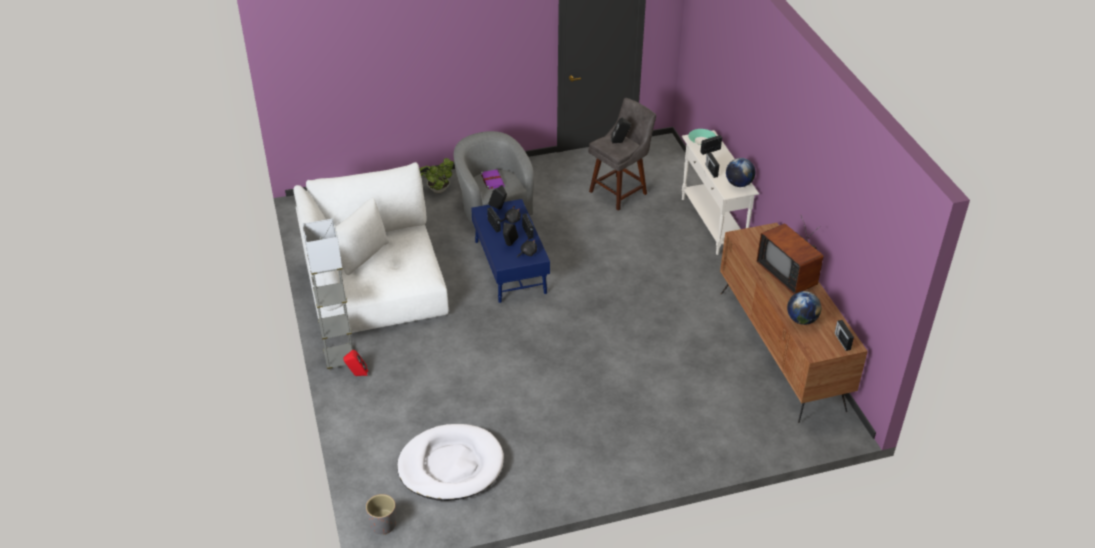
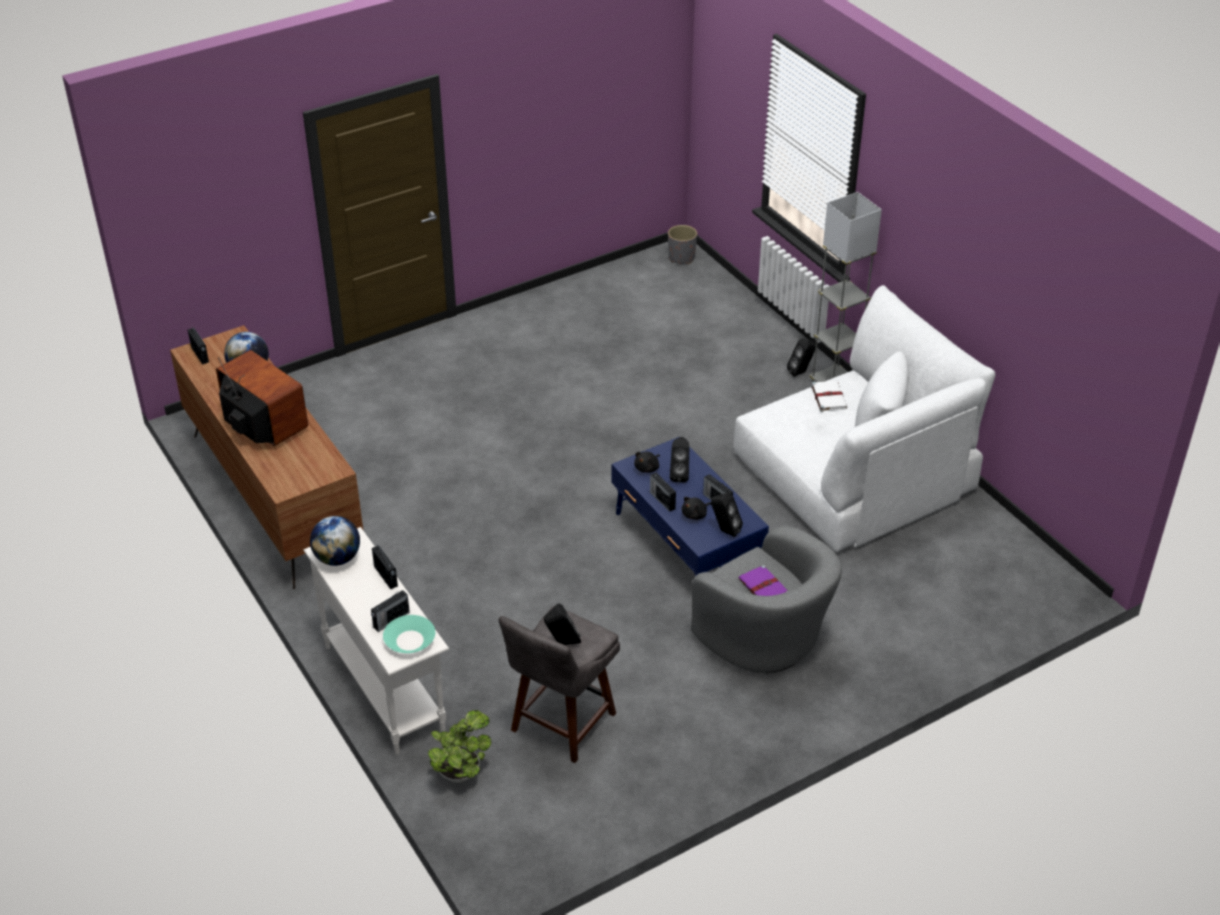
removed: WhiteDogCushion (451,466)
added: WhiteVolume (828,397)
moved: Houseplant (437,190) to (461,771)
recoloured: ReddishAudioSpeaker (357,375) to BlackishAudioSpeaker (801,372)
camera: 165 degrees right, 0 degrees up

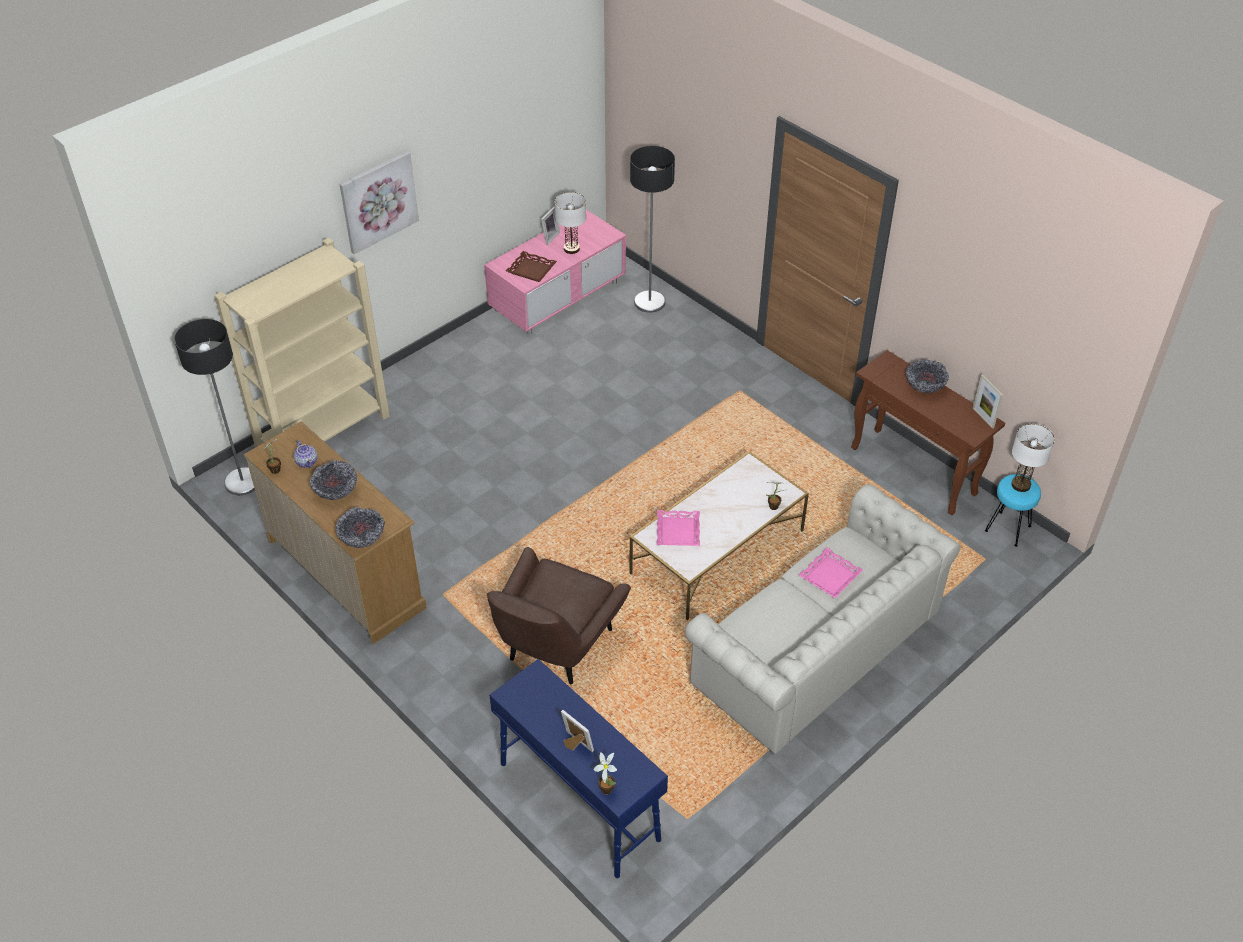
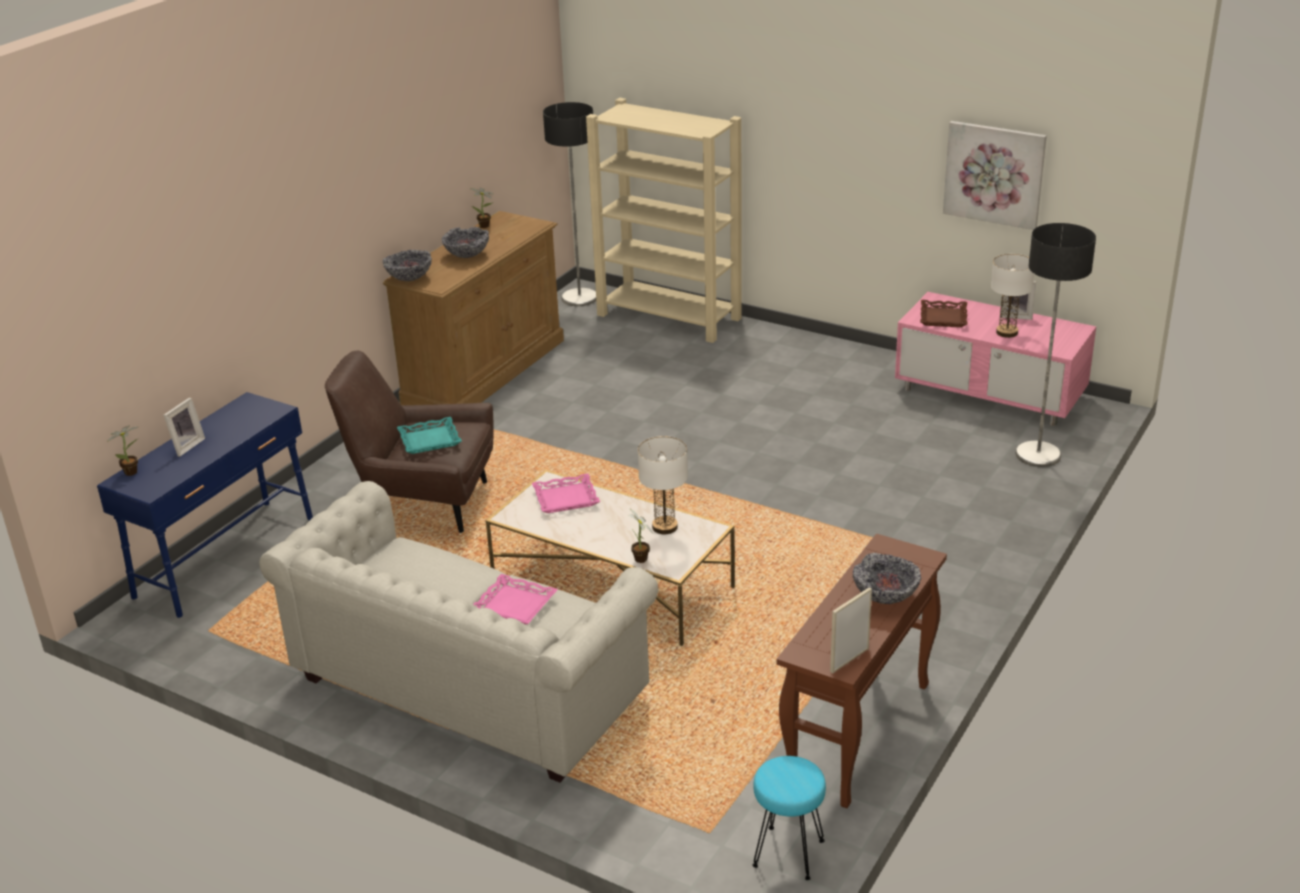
removed: TeaPot (307,462)
added: TurquoiseTray (429,440)
moved: WallArt (378,201) to (994,174); TableLamp (1021,484) to (665,527)
camera: 75 degrees right, 15 degrees down

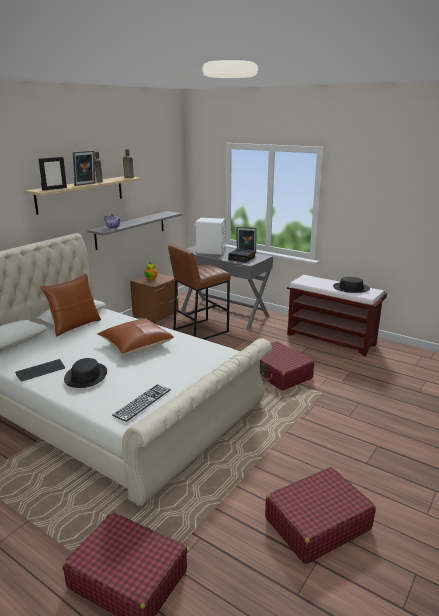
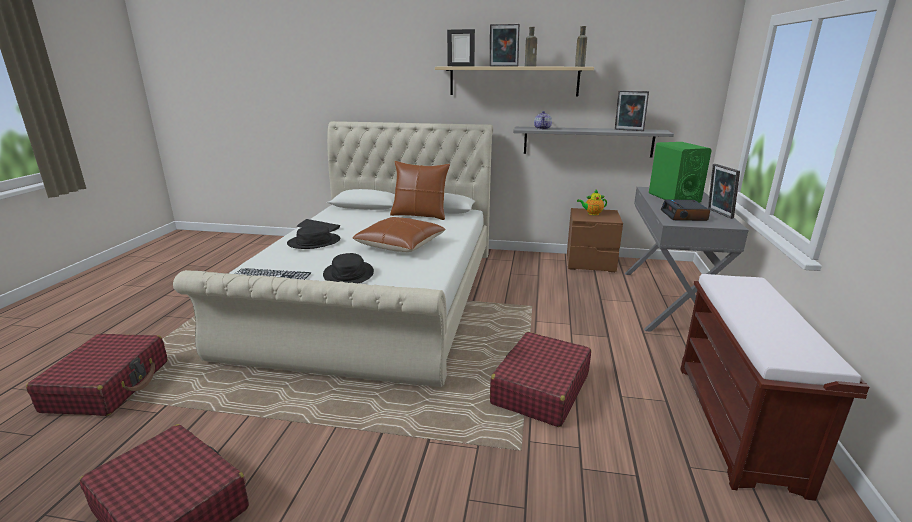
removed: BrownishStool (200,331)
added: PictureFrame (628,130)
moved: BlackishClothingHat (351,288) to (349,274)
recoloured: WhiteAudioSpeaker (210,252) to GreenishAudioSpeaker (673,198)
camera: 65 degrees right, 0 degrees up

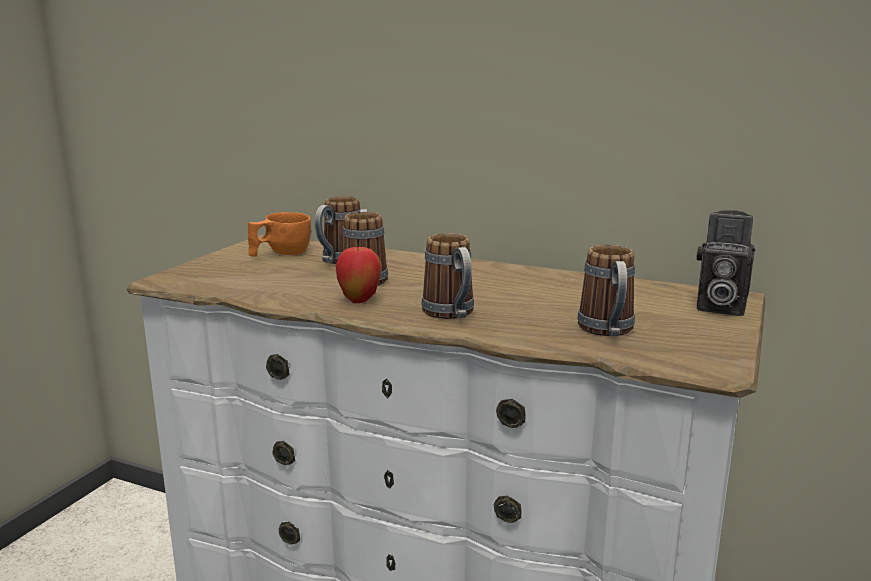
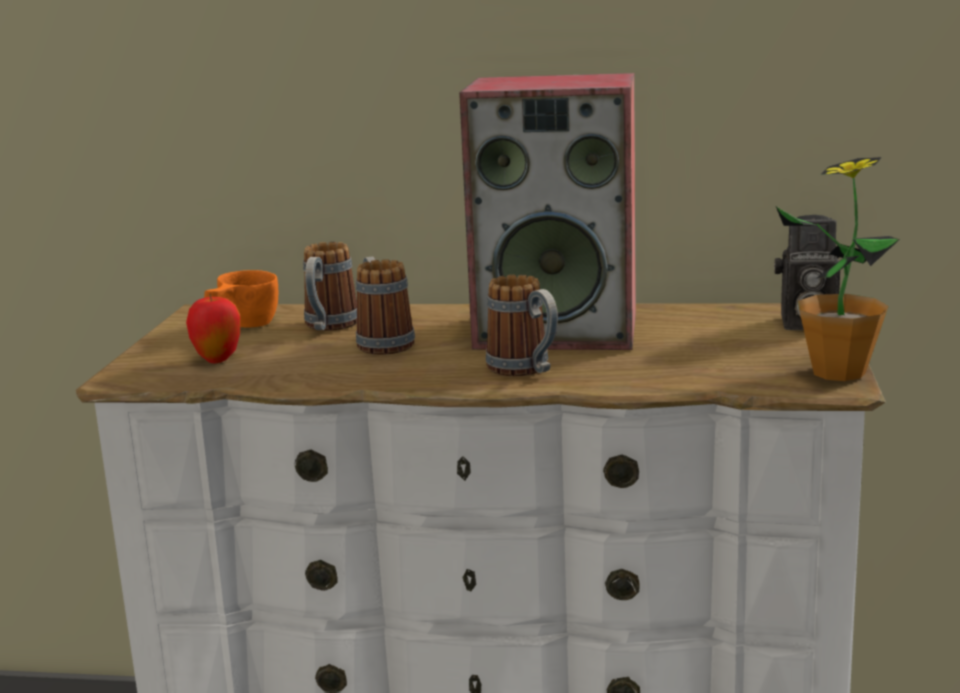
removed: Mug (608,331)
added: AudioSpeaker (559,330); Houseplant (838,372)
moved: AppleFruit (359,300) to (218,360)
camera: 15 degrees left, 0 degrees up

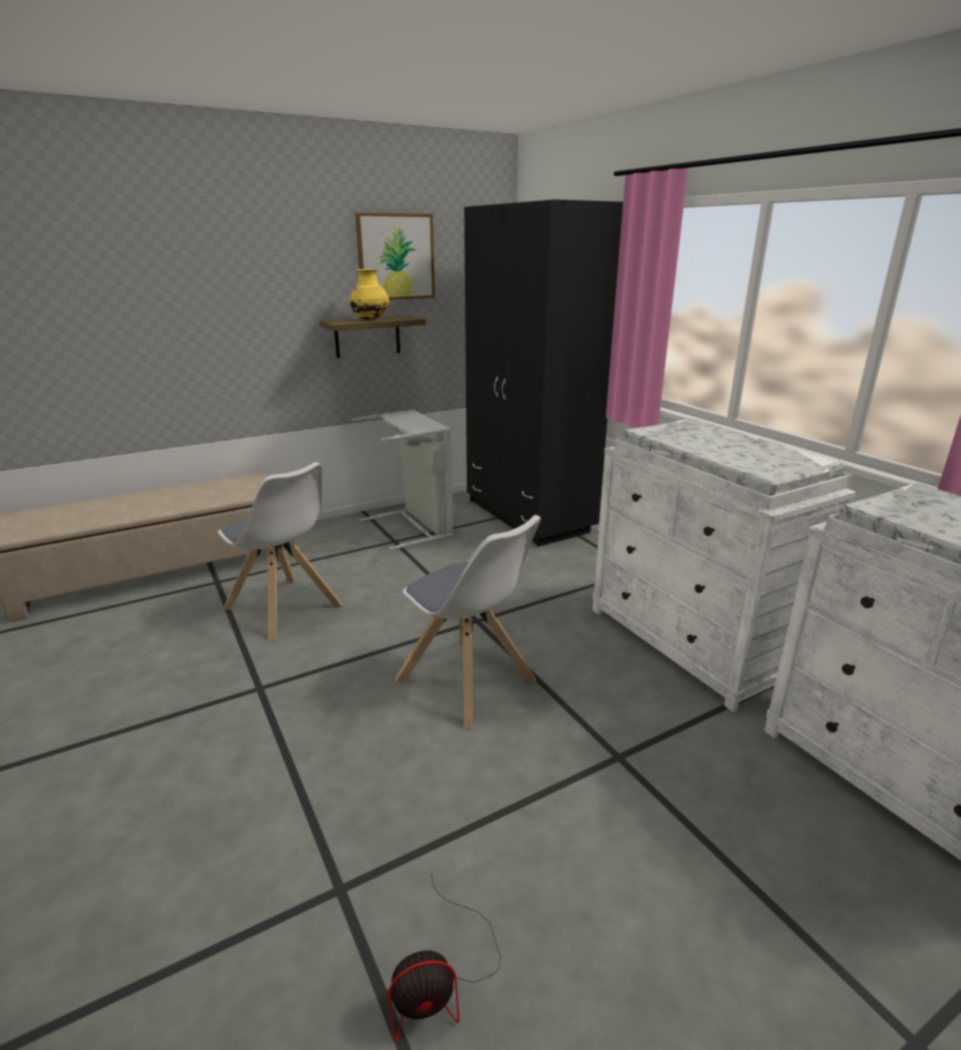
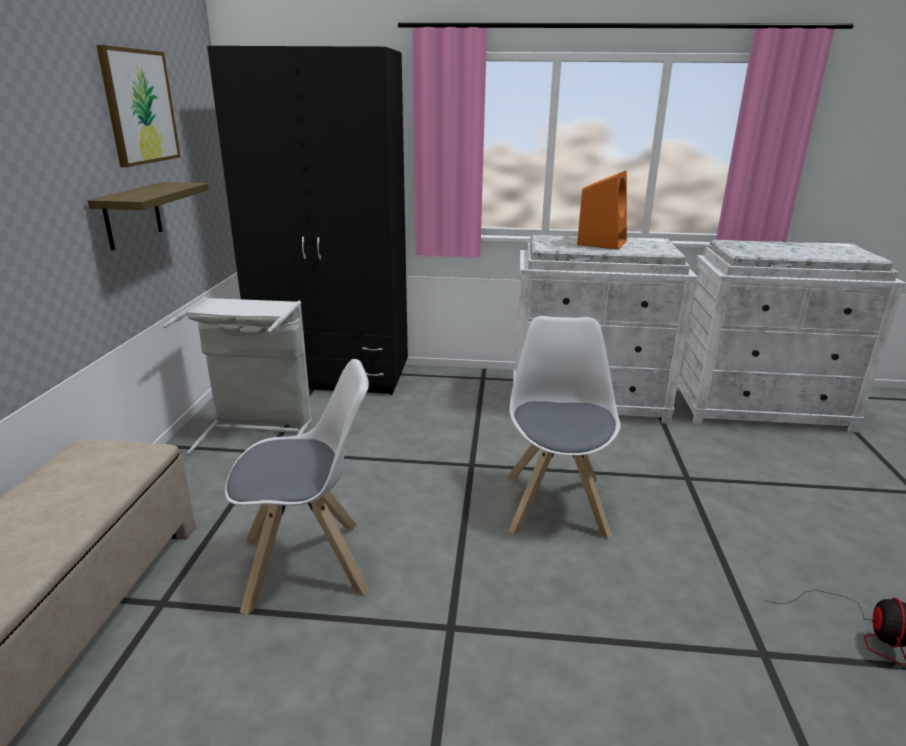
removed: YellowColouredVase (370,320)
added: OrangeyAudioSpeaker (602,243)
turned: PlainChair (468,682) = (555,502) 75 degrees counterclockwise
camera: 55 degrees left, 0 degrees up

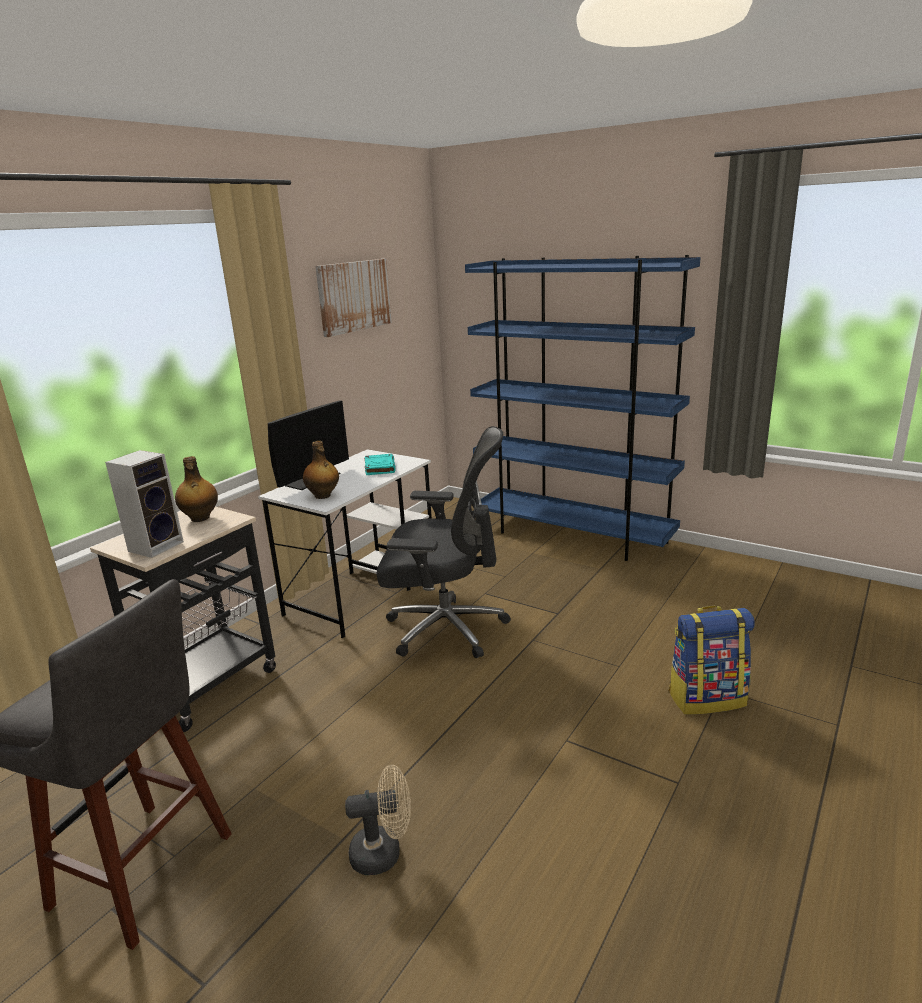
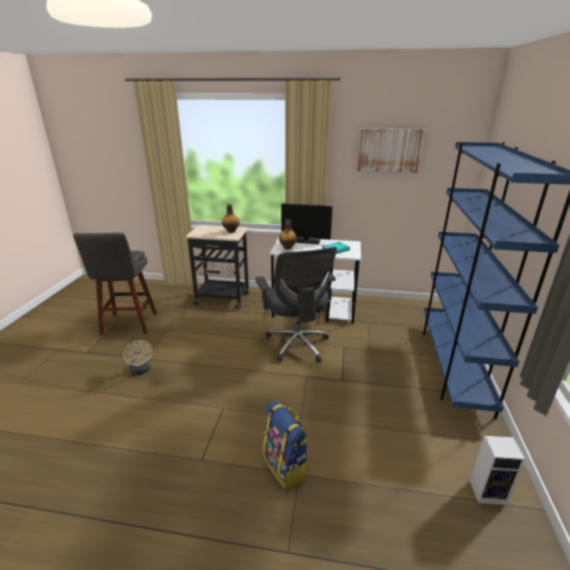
moved: AudioSpeaker (157,545) to (488,492)
camera: 65 degrees right, 5 degrees up

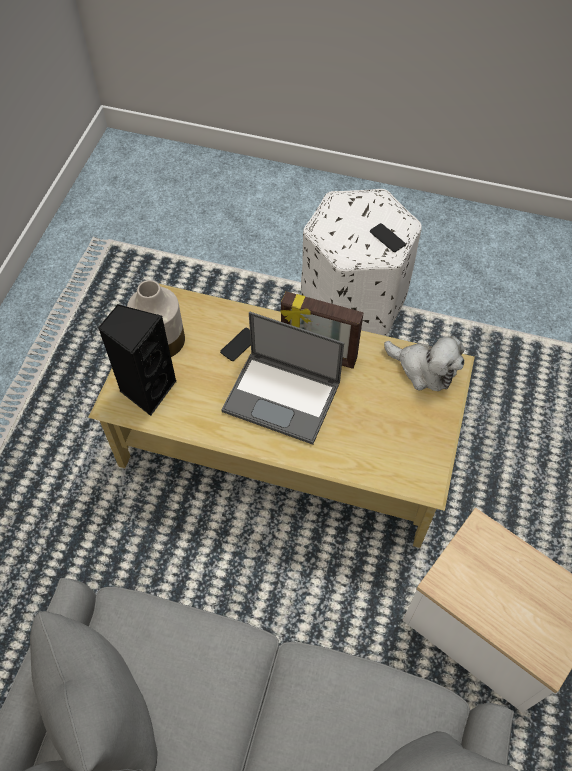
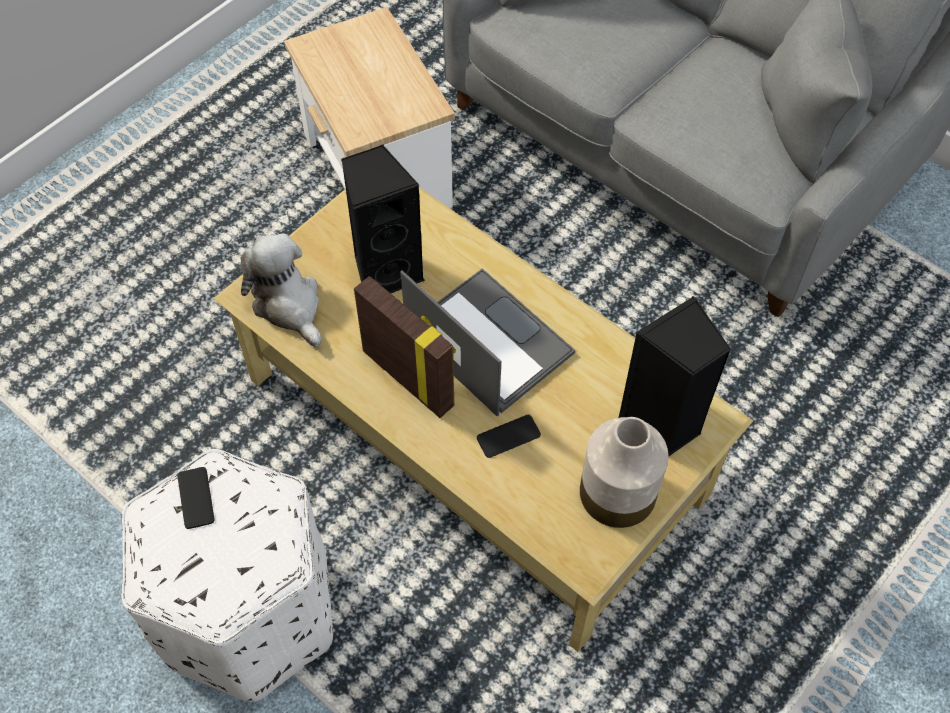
added: BlackishAudioSpeaker (385,271)
camera: 155 degrees left, 0 degrees up

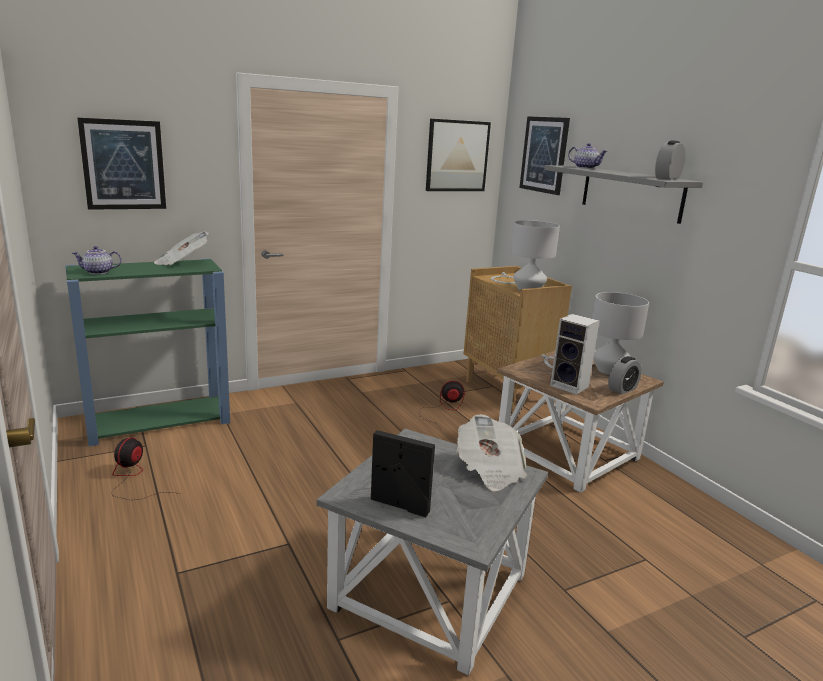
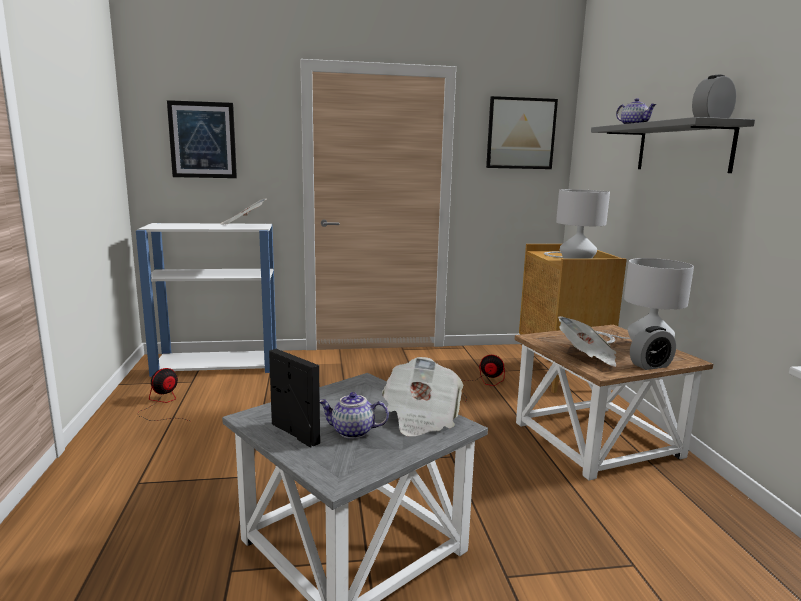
removed: WallArt (544,155)
moved: TeaPot (98,272) to (352,432)
replaced: AudioSpeaker (571,386) to Newspaper (587,357)
recoloured: GreenishBookcase (159,420) to WhiteBookcase (217,364)
camera: 20 degrees right, 5 degrees down

